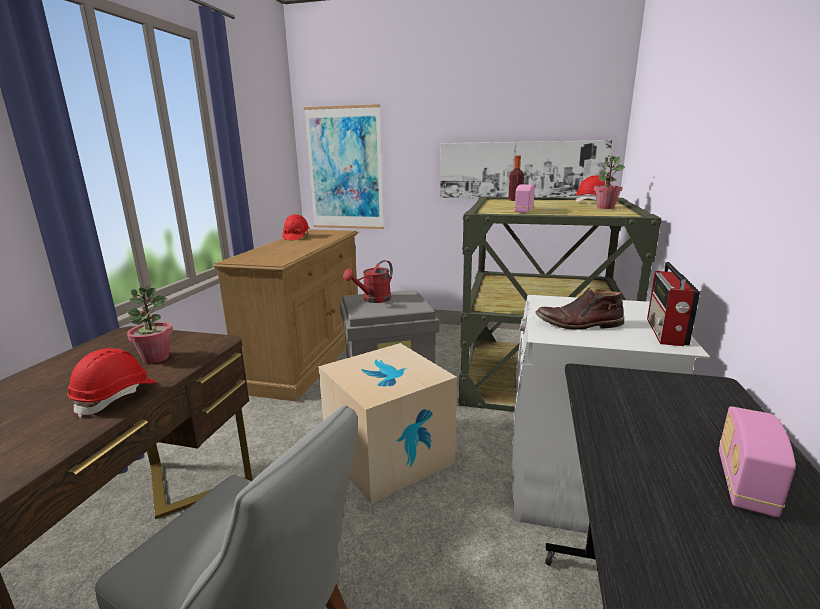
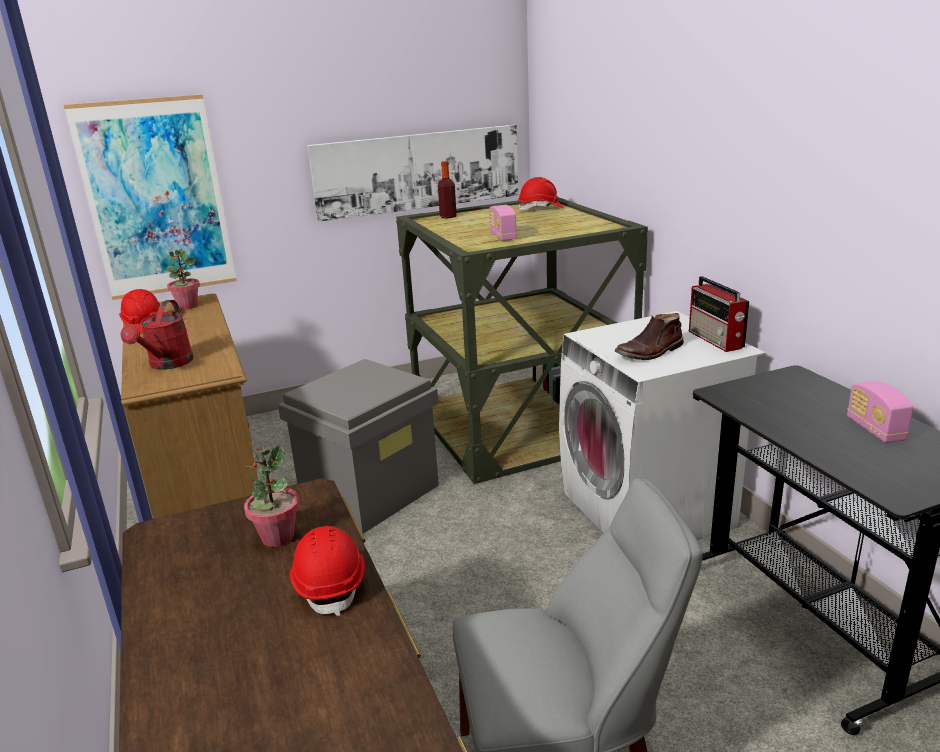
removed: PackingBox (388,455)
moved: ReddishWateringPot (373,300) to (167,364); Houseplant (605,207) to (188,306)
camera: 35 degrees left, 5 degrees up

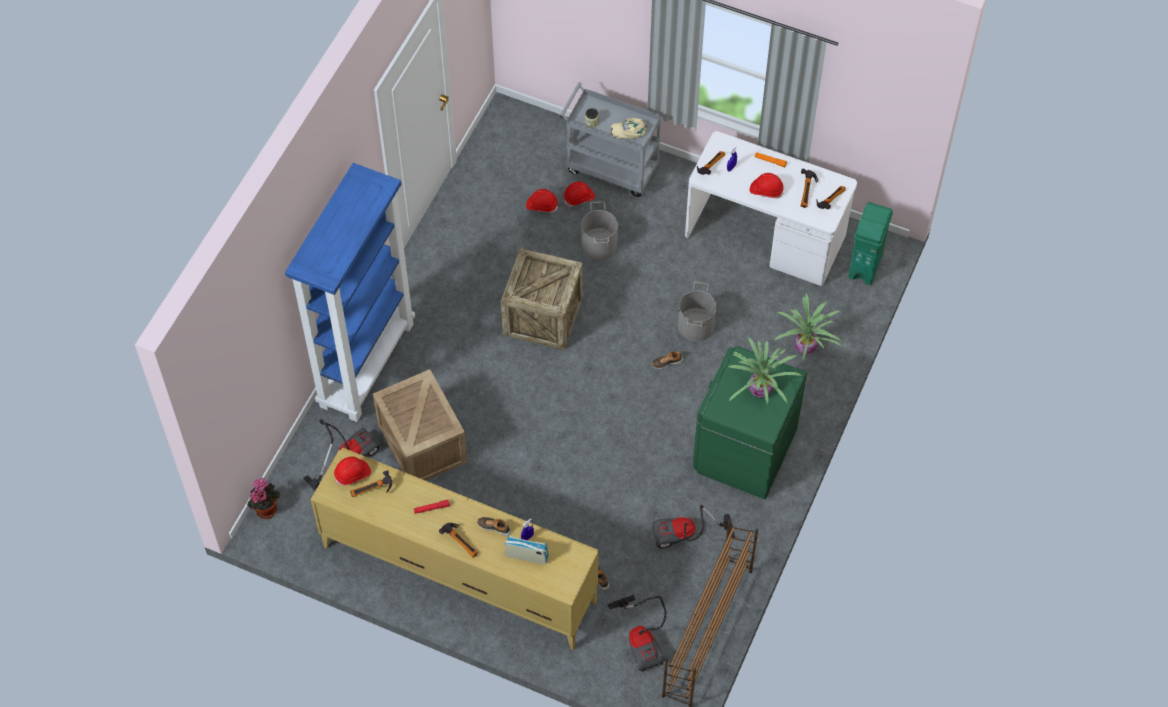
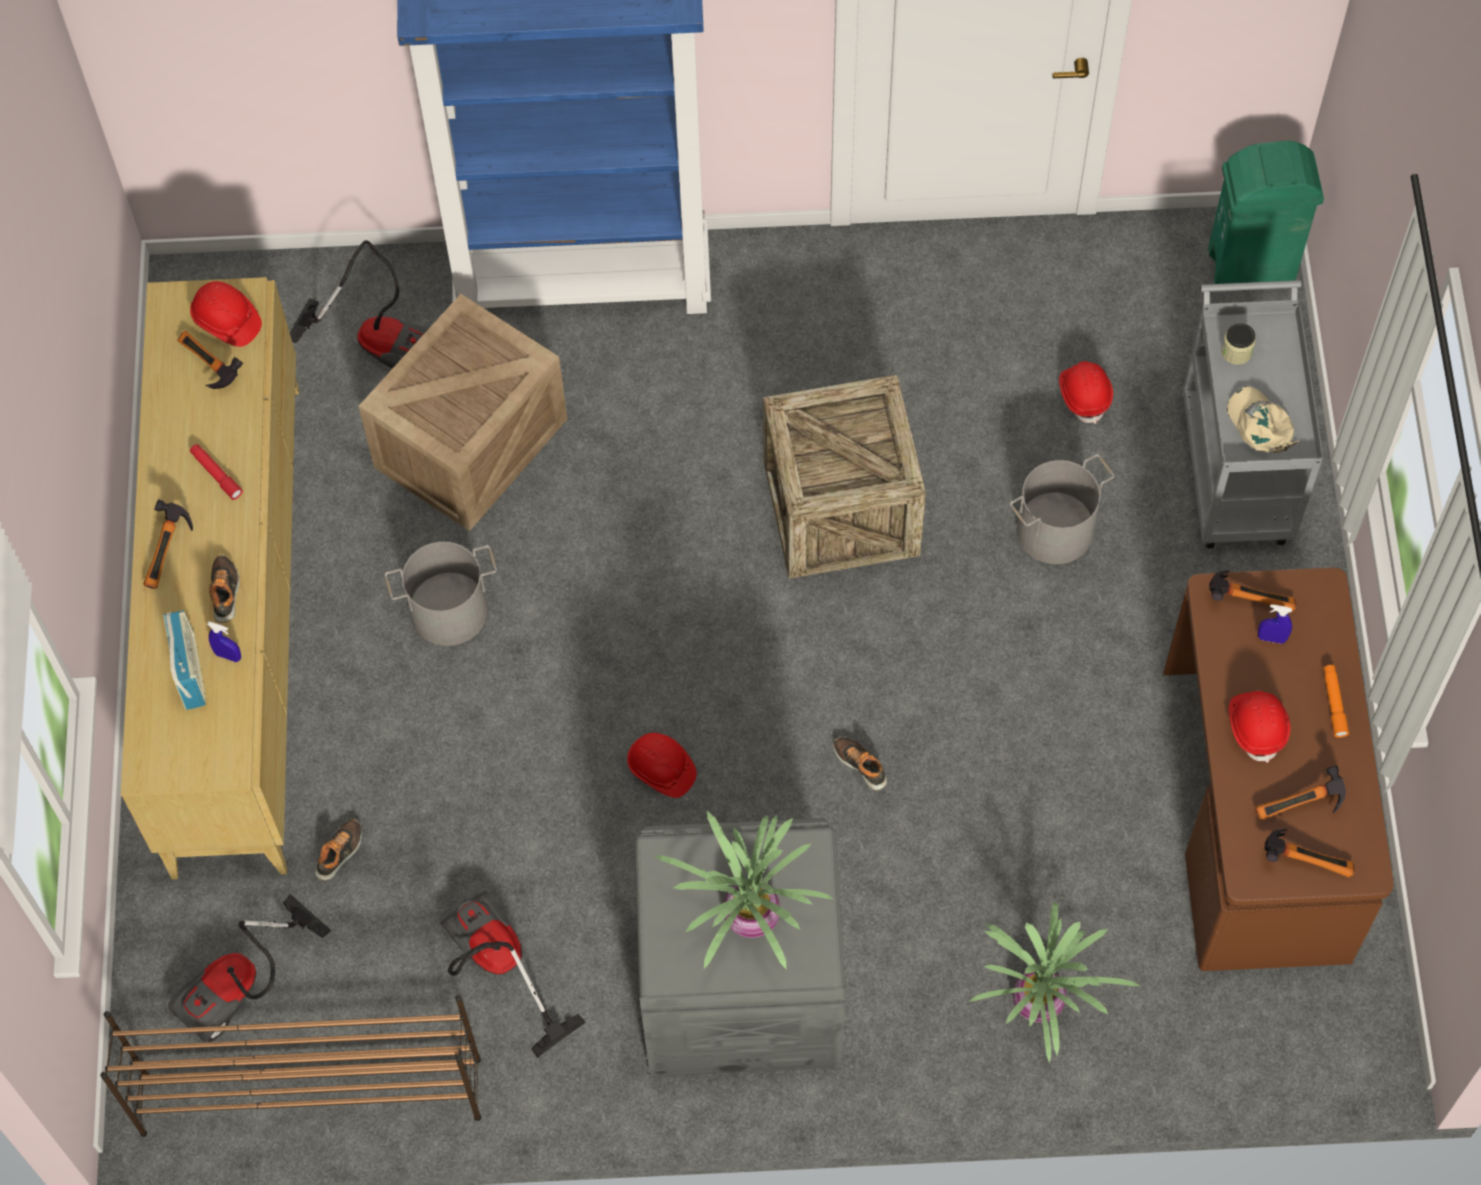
removed: Houseplant (266,508)
moved: ReddishHardHat (579,198) to (661,769); GreyishWaterBucket (696,326) to (449,612); GreenishWasteBin (865,266) to (1252,266)
recoloured: WhiteDeskUnit (766,236) to BrownishDeskUnit (1257,816); GreenishWashingMachine (743,450) to GreyishWashingMachine (739,987)
camera: 65 degrees right, 5 degrees up

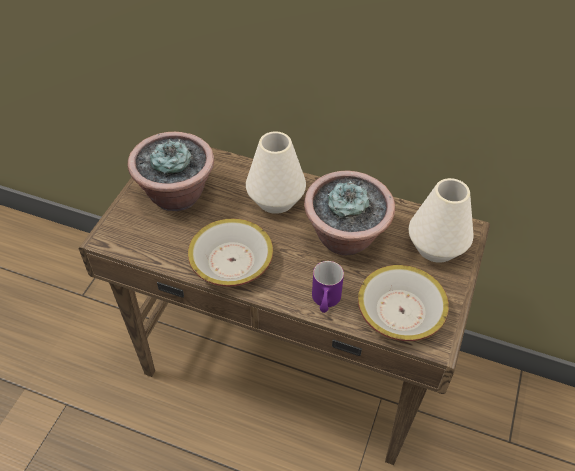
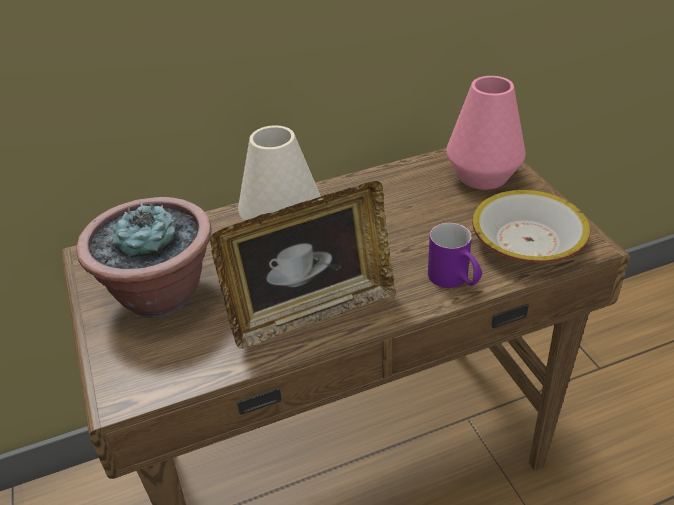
removed: Houseplant (346,238)
replaced: Bowl (232,261) to PictureFrame (311,311)
recoloured: WhiteVase (436,247) to PinkColouredVase (483,176)
camera: 40 degrees left, 10 degrees down

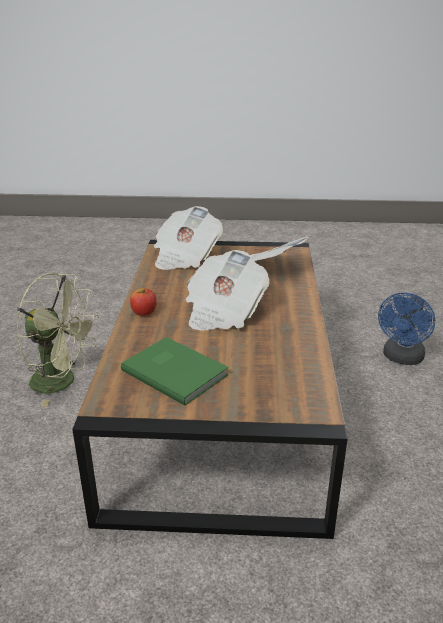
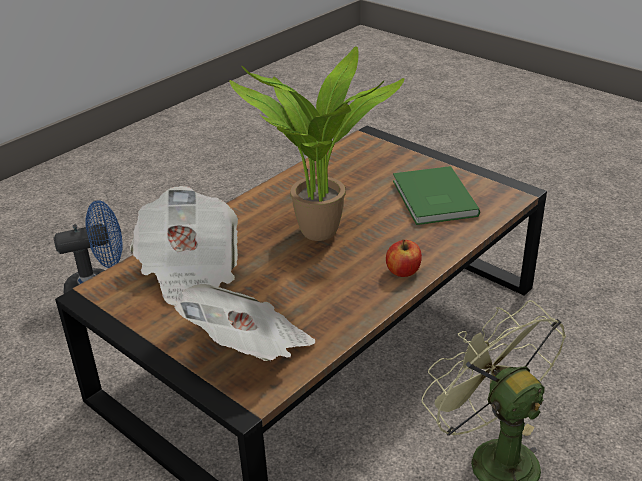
replaced: Newspaper (223,312) to Houseplant (321,236)
camera: 140 degrees left, 5 degrees up

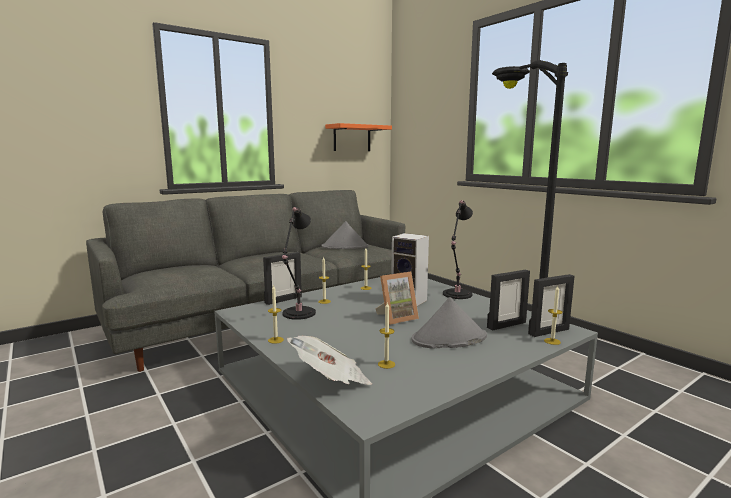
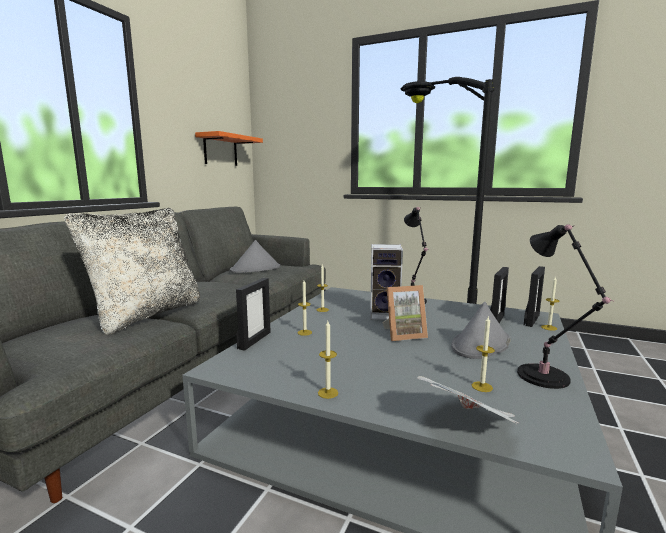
added: BeigeColouredCushion (149,316)
moved: BlackishTableLamp (298,314) to (546,378)
turned: PictureFrame (396,318) = (403,334) 45 degrees clockwise
camera: 30 degrees left, 0 degrees up

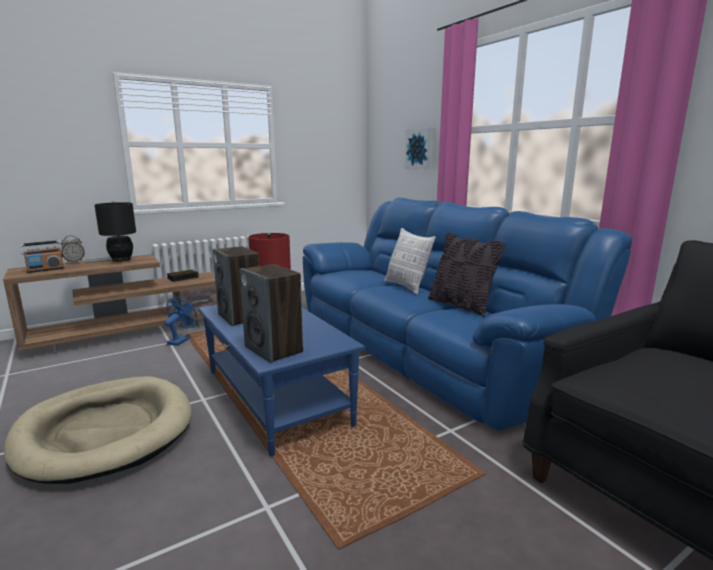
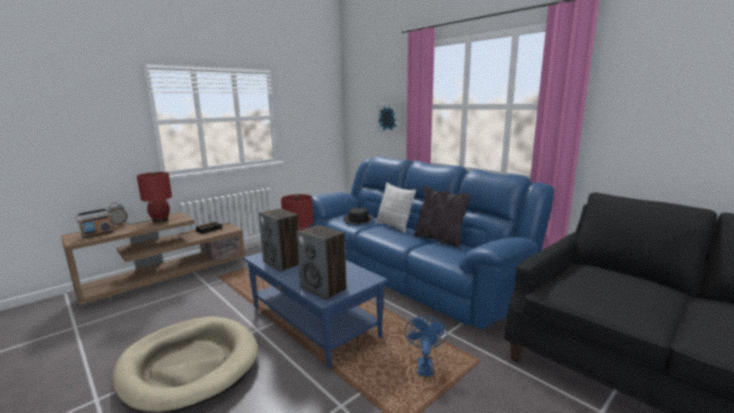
added: BlackishClothingHat (358,219)
moved: BlueColouredCoolingFan (181,340) to (424,364)
recoloured: BlackishTableLamp (122,260) to ReddishTableLamp (160,219)
camera: 10 degrees left, 0 degrees up

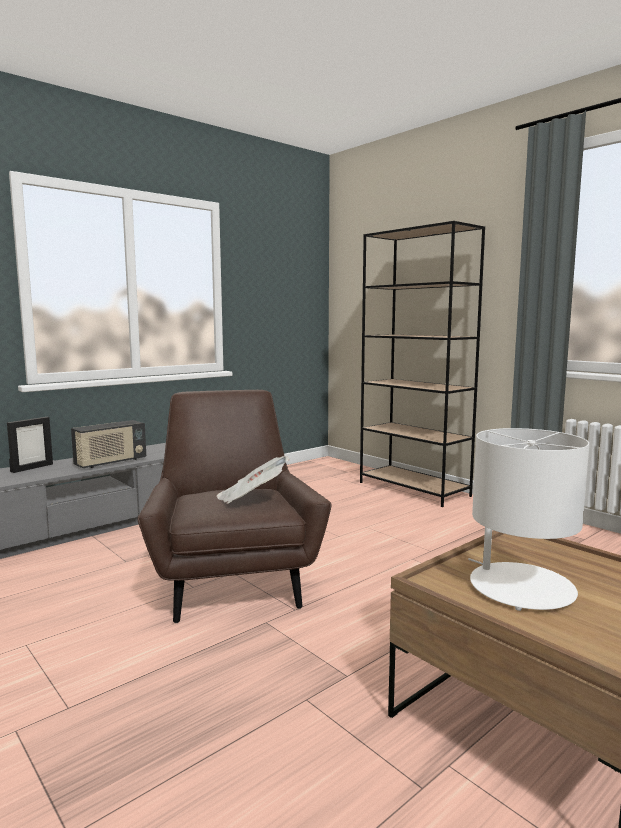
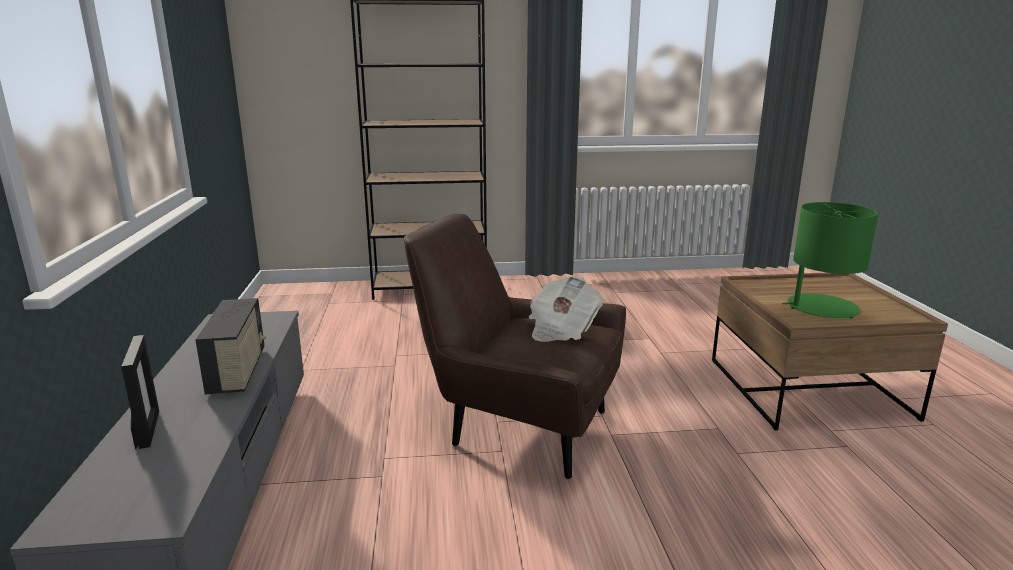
recoloured: WhiteTableLamp (520,587) to GreenishTableLamp (821,308)
camera: 55 degrees left, 10 degrees up

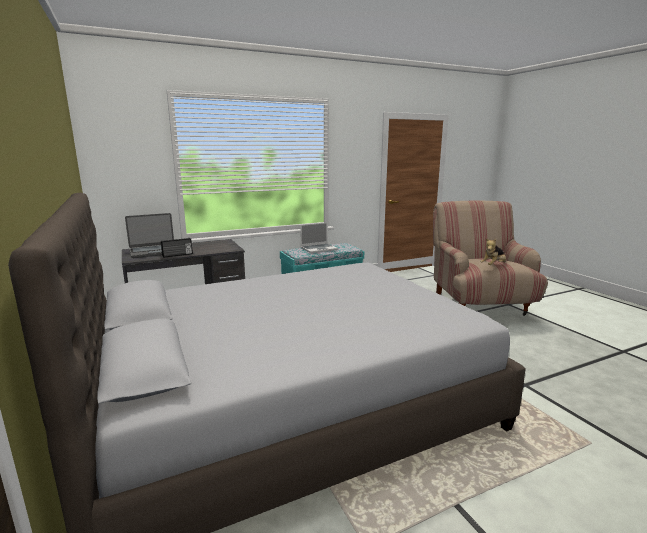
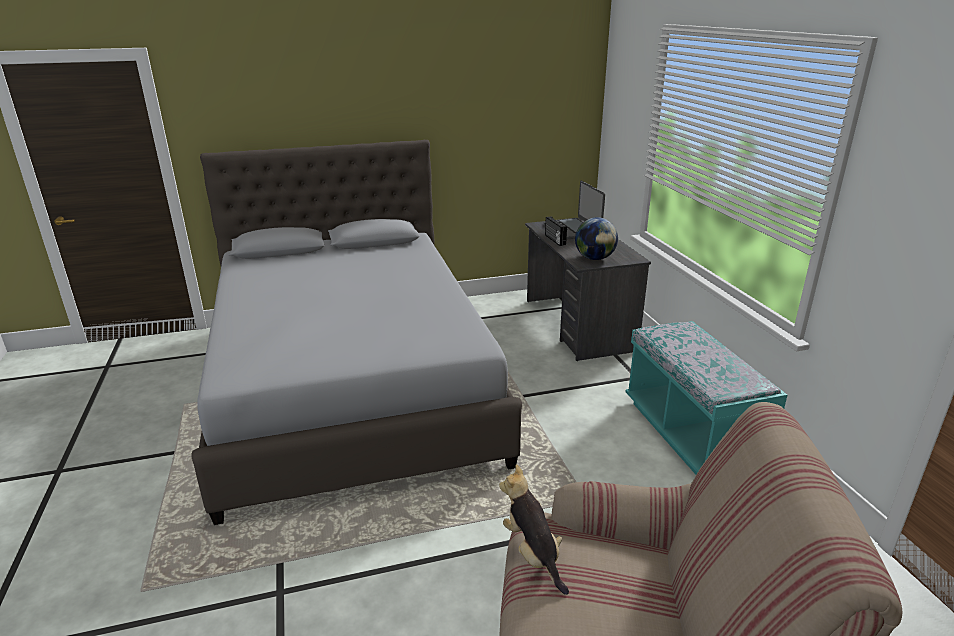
removed: PortableComputer (319,249)
added: WorldGlobe (594,258)
camera: 100 degrees right, 10 degrees up

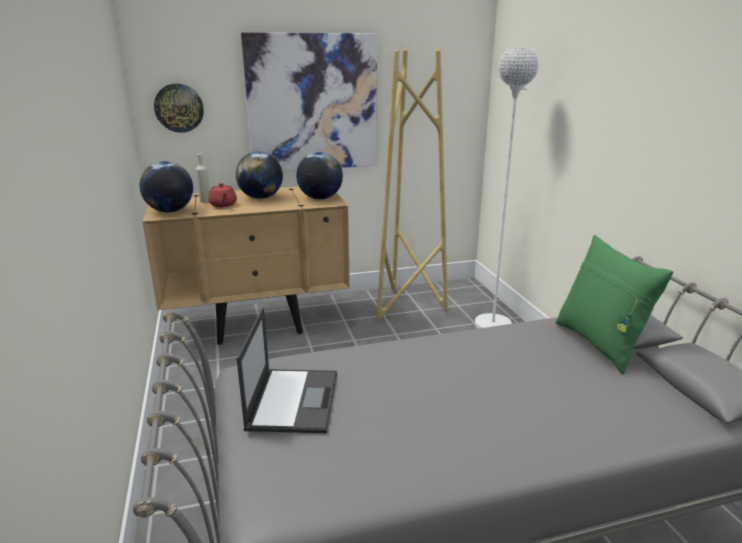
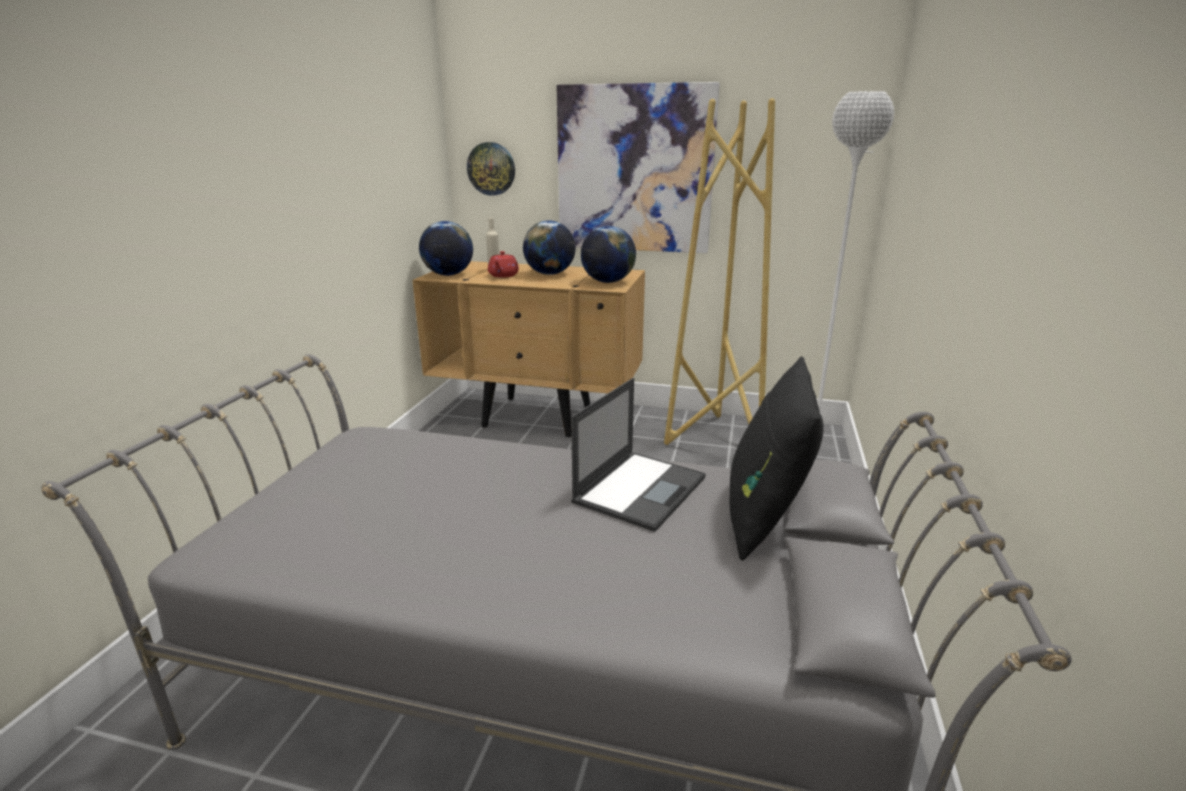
moved: PortableComputer (293,399) to (640,489)
recoloured: GreenishCushion (599,344) to BlackishCushion (764,517)
camera: 30 degrees right, 0 degrees up

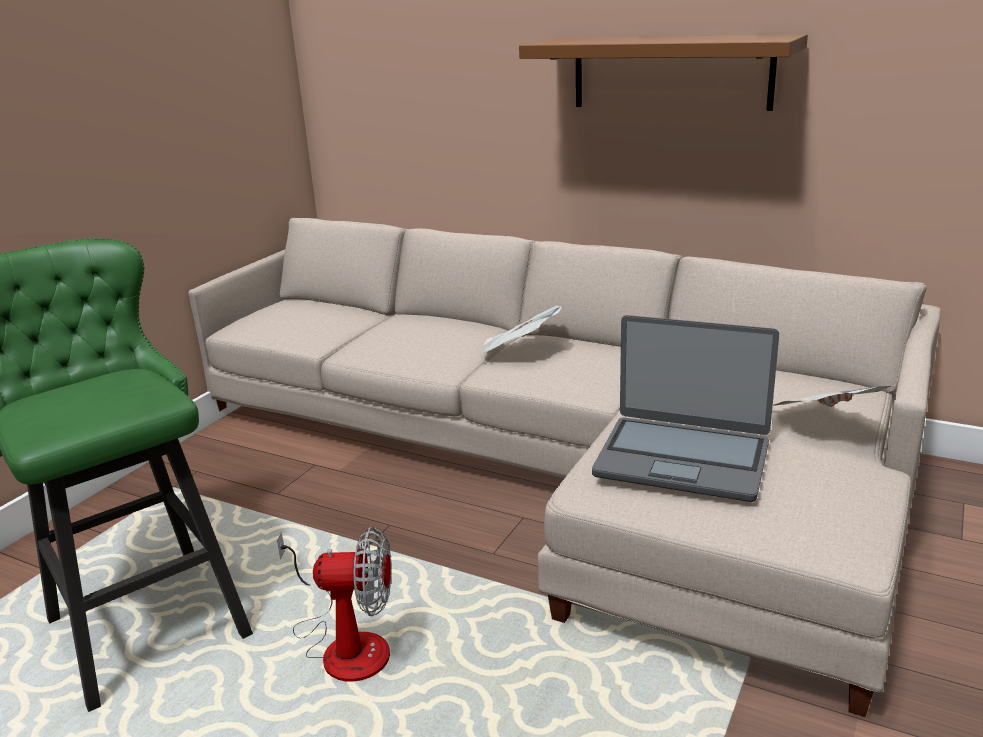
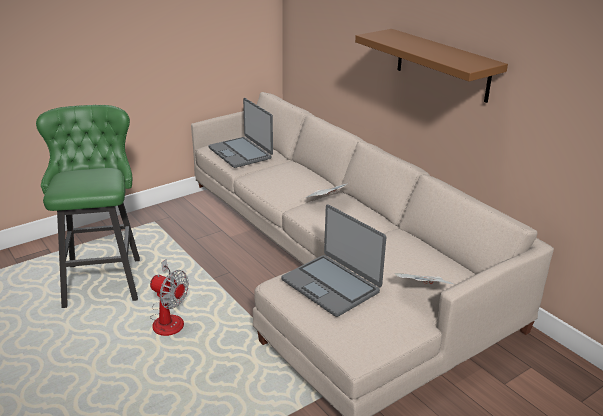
added: PortableComputer (241,153)
camera: 25 degrees right, 5 degrees up

